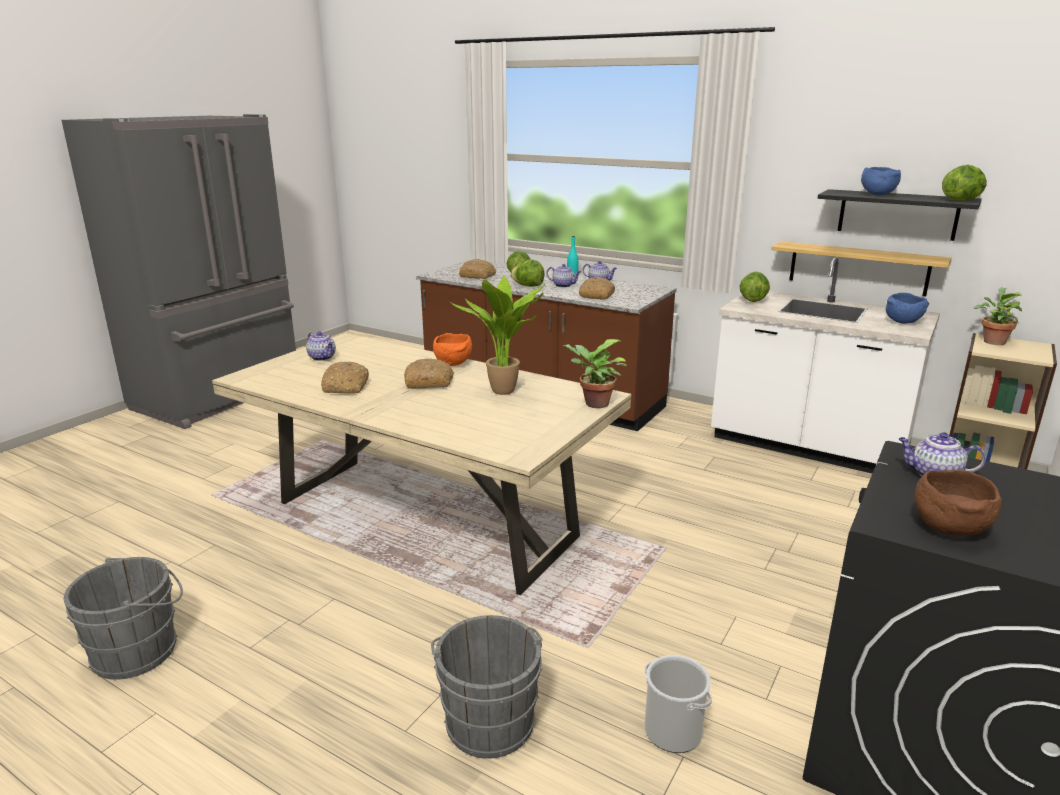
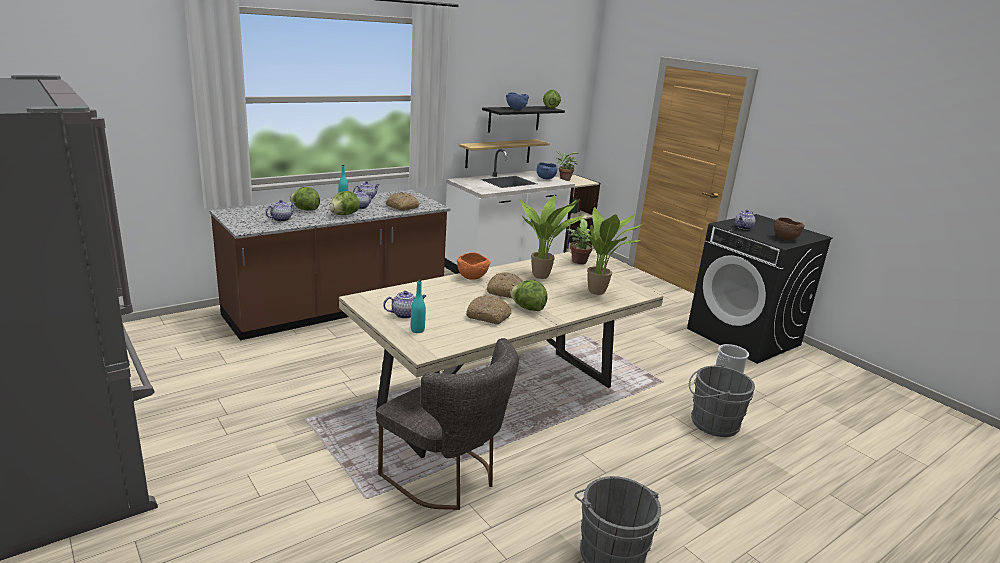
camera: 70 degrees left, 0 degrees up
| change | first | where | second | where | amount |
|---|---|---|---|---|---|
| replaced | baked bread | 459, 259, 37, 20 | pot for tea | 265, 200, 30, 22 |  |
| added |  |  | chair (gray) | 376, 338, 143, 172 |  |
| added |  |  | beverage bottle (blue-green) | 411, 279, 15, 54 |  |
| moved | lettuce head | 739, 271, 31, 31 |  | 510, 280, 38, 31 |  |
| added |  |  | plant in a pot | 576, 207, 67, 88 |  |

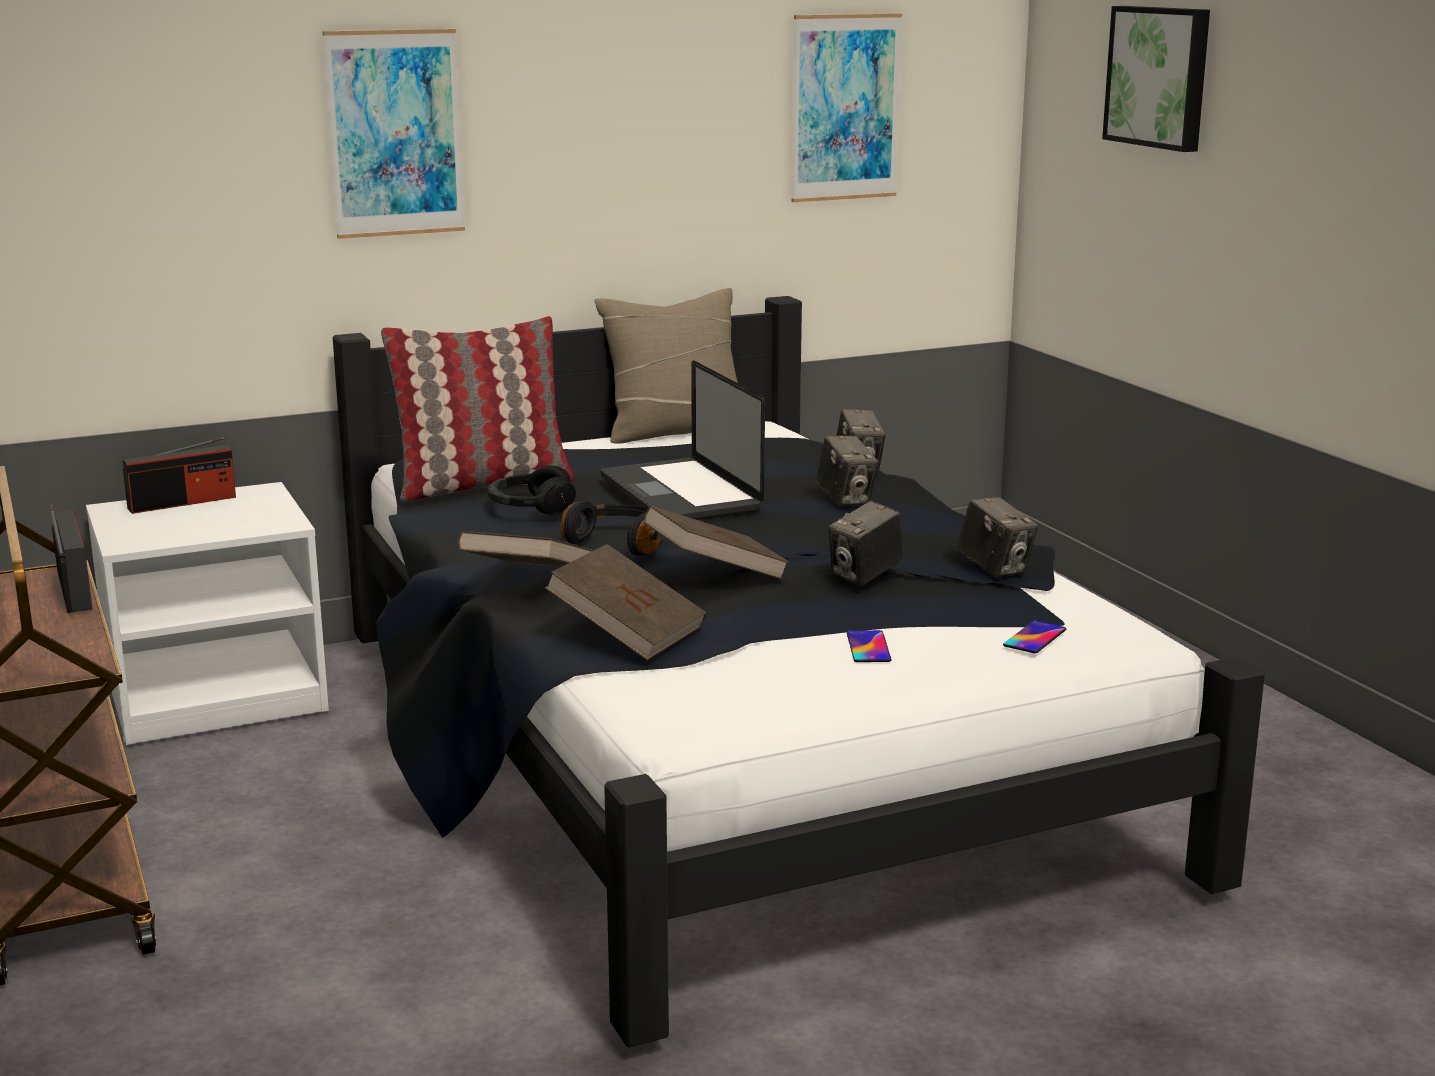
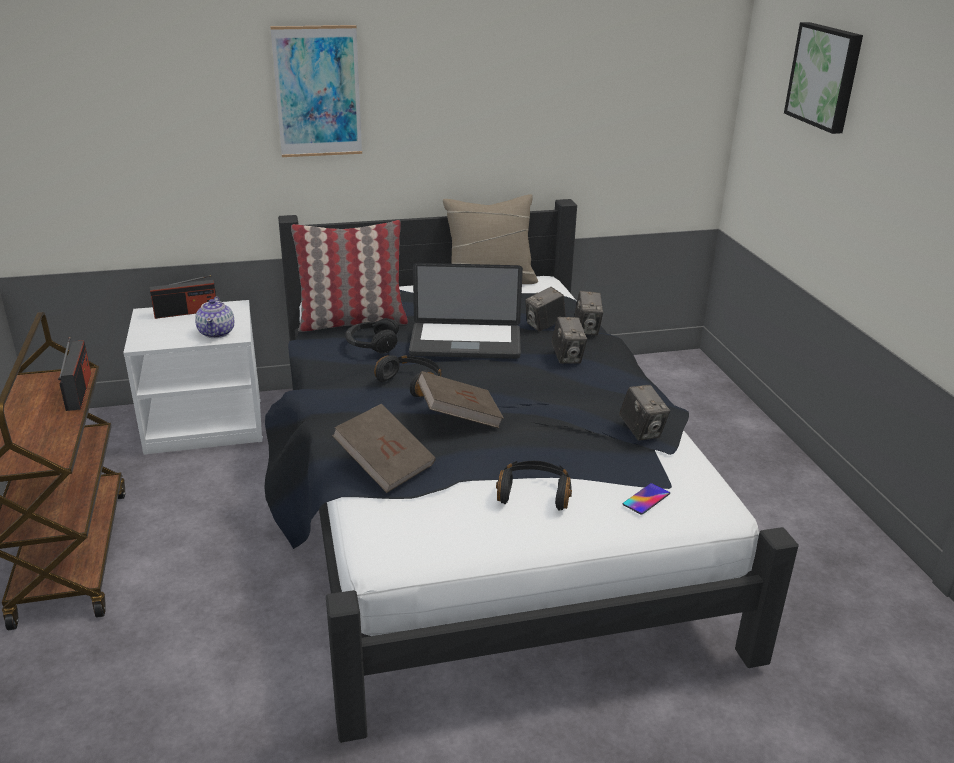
camera: 10 degrees right, 10 degrees up
| change | first | where | second | where | amount |
|---|---|---|---|---|---|
| added |  |  | pot for tea | 195, 297, 39, 41 |  |
| turned | notebook computer | 601, 360, 164, 160 |  | 409, 263, 114, 96 | 75 degrees counterclockwise |
| replaced | telephone | 847, 630, 45, 32 | headphones (black) | 496, 461, 76, 50 |  |
| moved | still camera | 829, 500, 74, 86 |  | 525, 287, 41, 45 |  |
| removed | volume (brown-coloured) | 457, 531, 137, 35 |  |  |  |
| removed | wall art | 791, 13, 111, 189 |  |  |  |

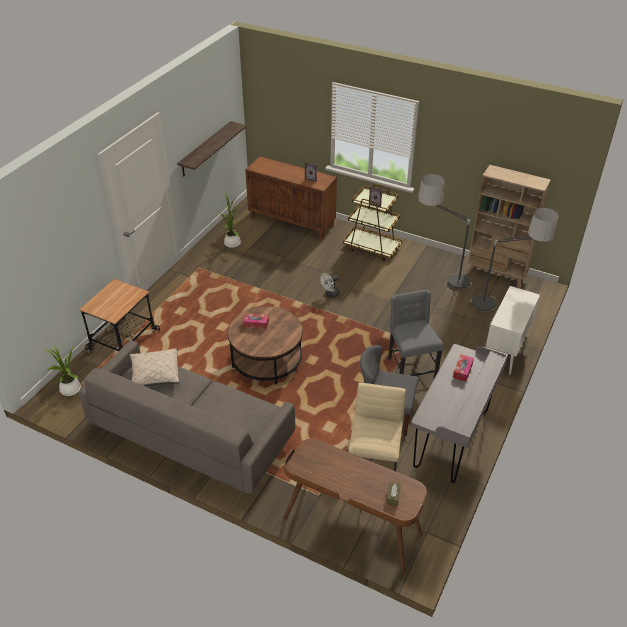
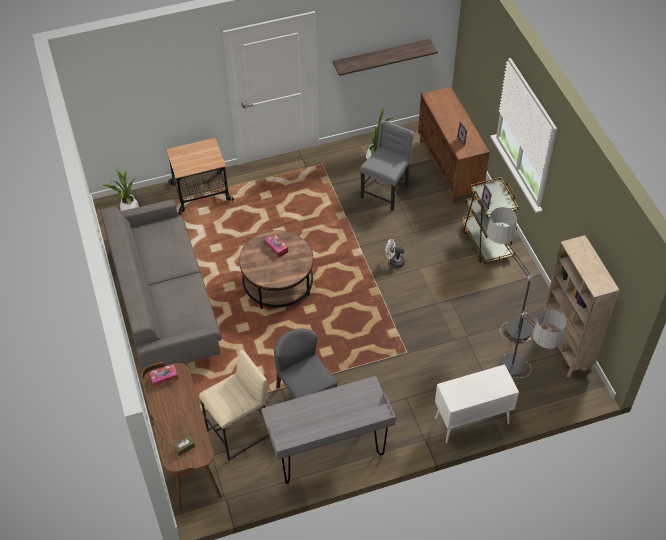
camera: 45 degrees right, 10 degrees up
| change | first | where | second | where | amount |
|---|---|---|---|---|---|
| moved | box of tissues | 453, 355, 21, 27 |  | 149, 364, 29, 24 |  |
| moved | chair (gray) | 388, 290, 55, 88 |  | 360, 120, 54, 91 |  |
| removed | cushion (sand-coloured) | 130, 348, 50, 38 |  |  |  |

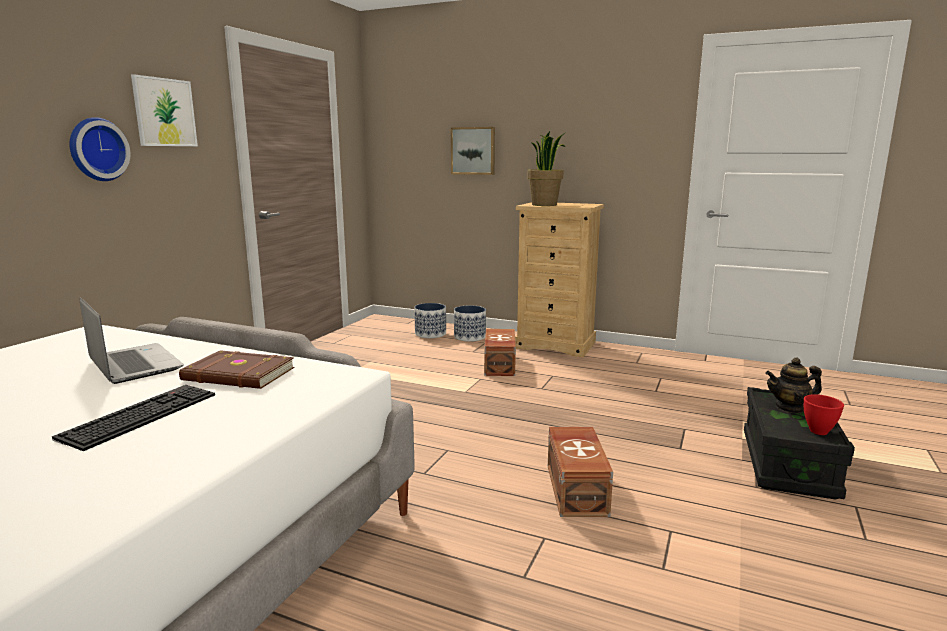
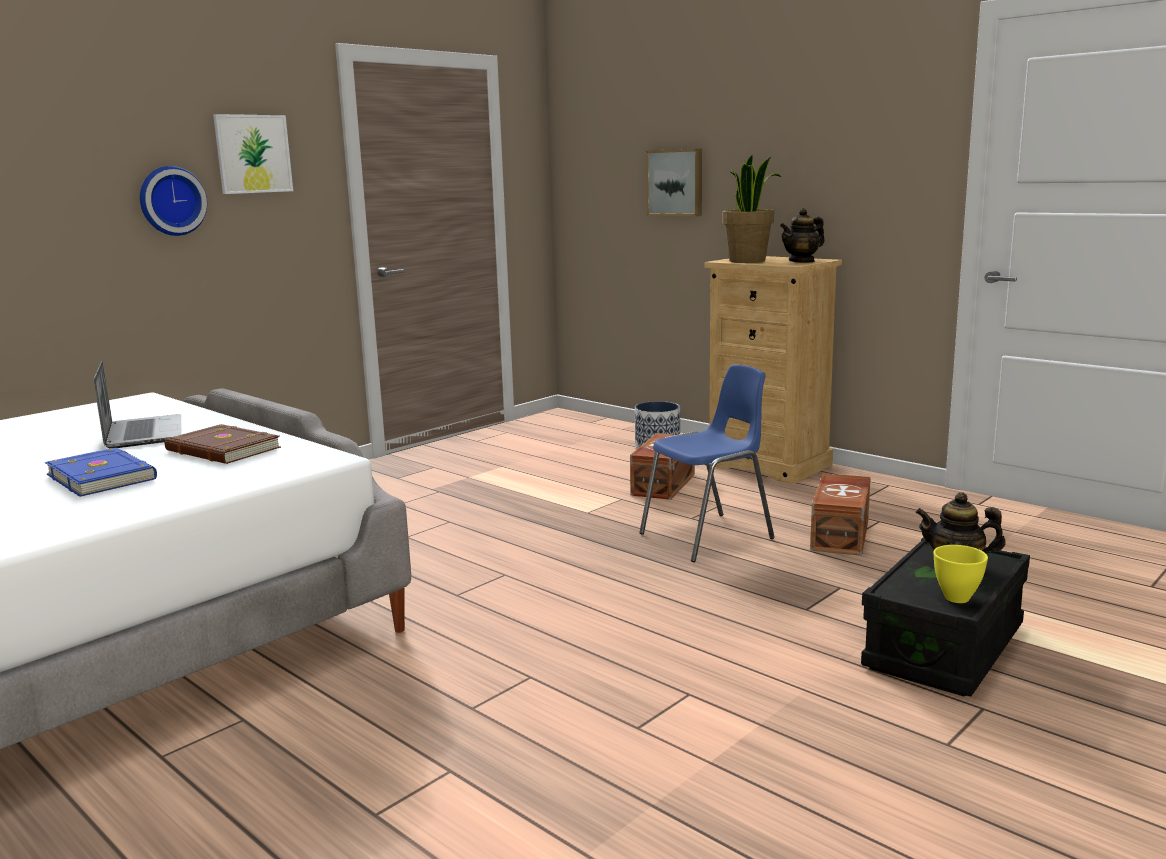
camera: 20 degrees right, 0 degrees up
| change | first | where | second | where | amount |
|---|---|---|---|---|---|
| replaced | PC keyboard | 52, 385, 163, 66 | volume (bluish) | 45, 448, 112, 49 |  |
| added |  |  | chair (bluish) | 639, 364, 136, 198 |  |
| added |  |  | pot for tea | 780, 208, 45, 55 |  |
| moved | storage bin (brown-coloured) | 548, 427, 65, 90 |  | 810, 473, 61, 83 |  |
| recoloured | bowl (red) | 804, 394, 40, 41 | bowl (yellow) | 933, 545, 55, 58 |  |
| removed | flower pot | 414, 303, 32, 35 |  |  |  |

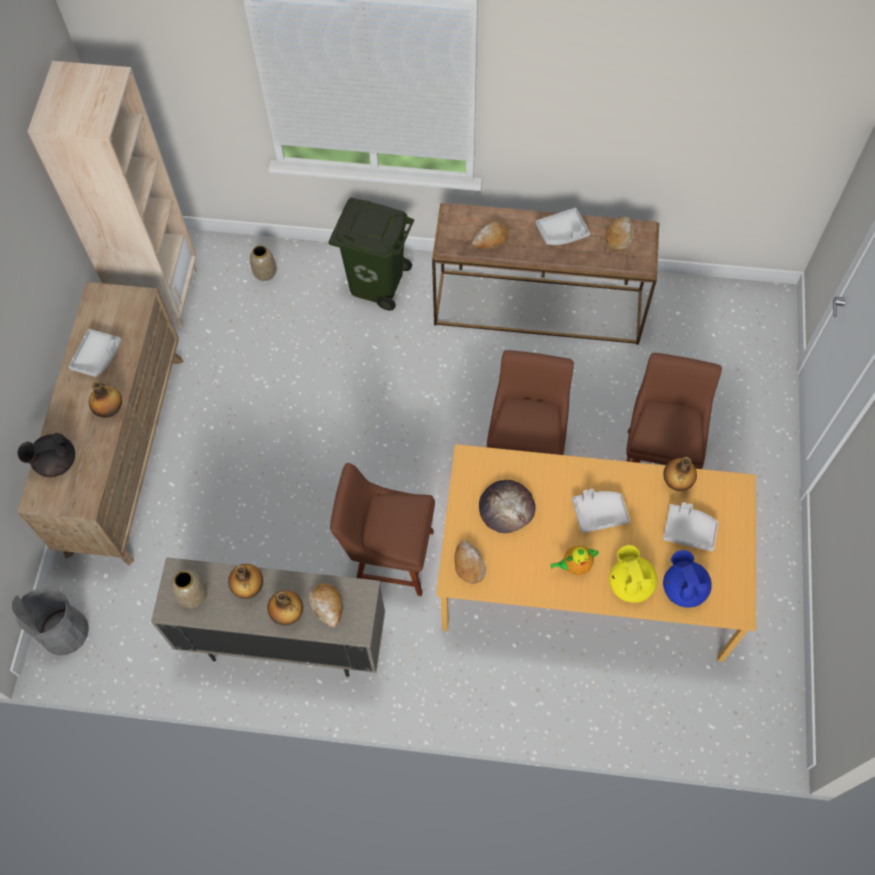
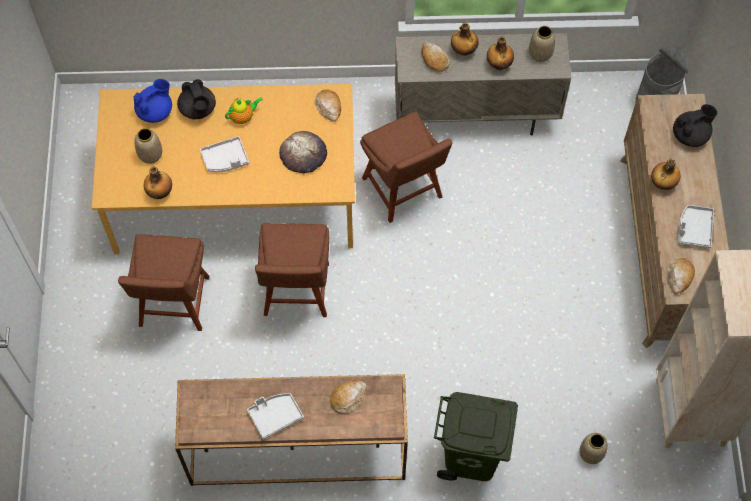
camera: 170 degrees right, 0 degrees up
| change | first | where | second | where | amount |
|---|---|---|---|---|---|
| turned | pot for tea (bluish) | 663, 550, 49, 57 |  | 134, 79, 38, 44 | 105 degrees counterclockwise |
| replaced | carrying tray (gray) | 663, 502, 55, 49 | flower vase | 134, 128, 28, 36 |  |
| recoloured | pot for tea (yellow) | 609, 545, 48, 58 | pot for tea (black) | 177, 79, 39, 40 |  |
| turned | chair (brown-coloured) | 330, 463, 105, 133 |  | 360, 111, 92, 112 | 60 degrees clockwise |
| moved | baked bread | 605, 217, 29, 34 |  | 667, 258, 28, 36 |  |

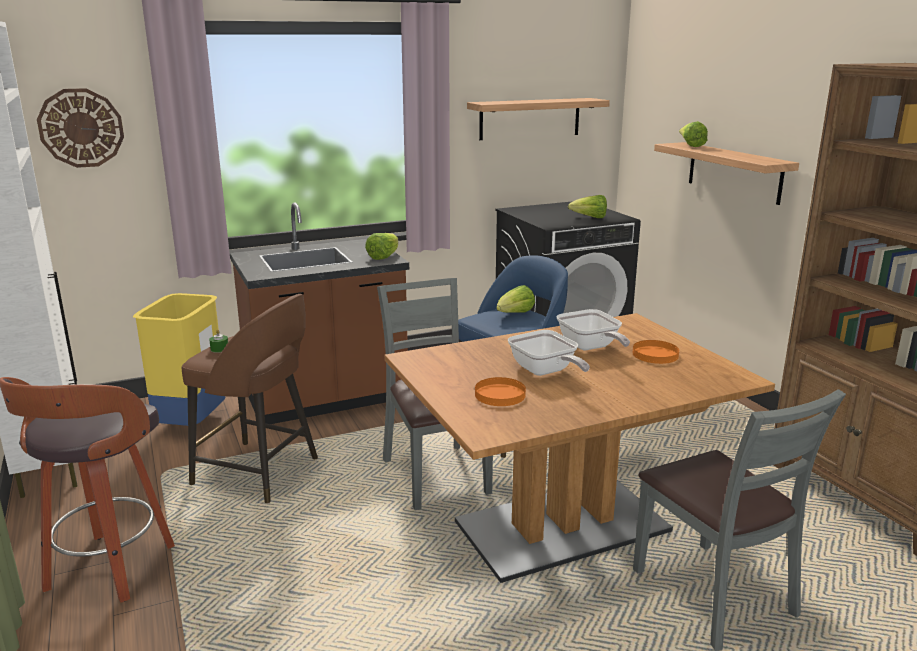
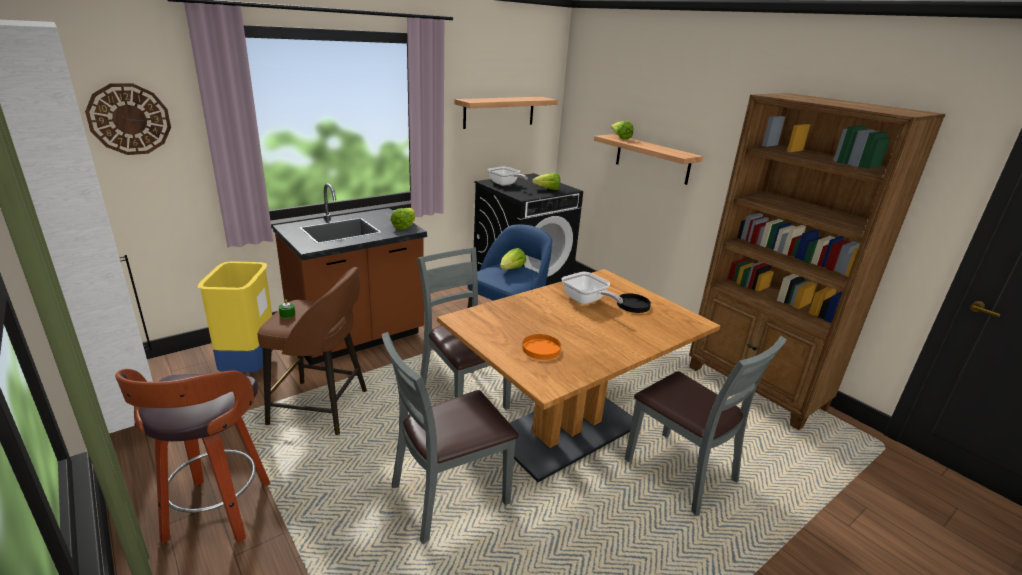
camera: 15 degrees left, 5 degrees up
| change | first | where | second | where | amount |
|---|---|---|---|---|---|
| added |  |  | chair (gray) | 382, 332, 137, 212 |  |
| moved | pan | 508, 330, 82, 46 |  | 488, 166, 40, 20 |  |
| recoloured | dinner plate (orange) | 633, 340, 46, 24 | dinner plate (black) | 617, 293, 34, 20 |  |

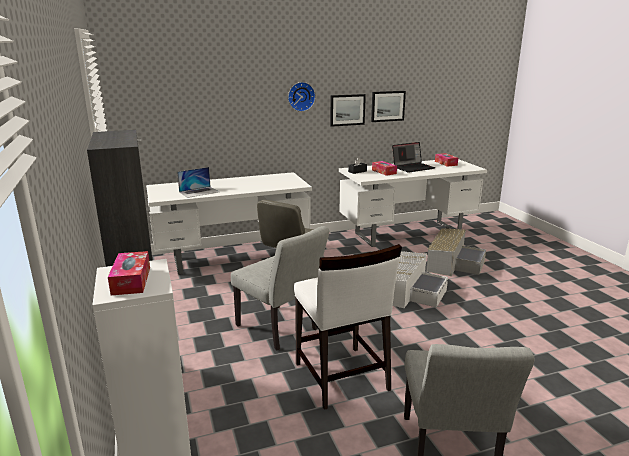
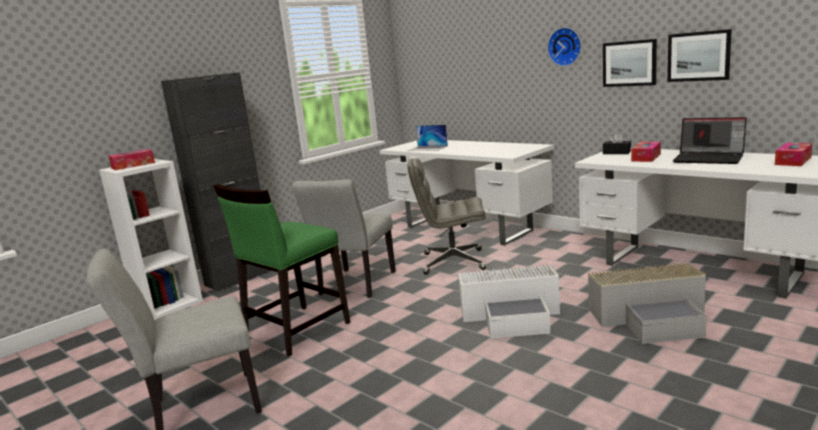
camera: 65 degrees right, 5 degrees down
| change | first | where | second | where | amount |
|---|---|---|---|---|---|
| recoloured | chair (white) | 294, 244, 108, 166 | chair (green) | 214, 184, 136, 173 |  |

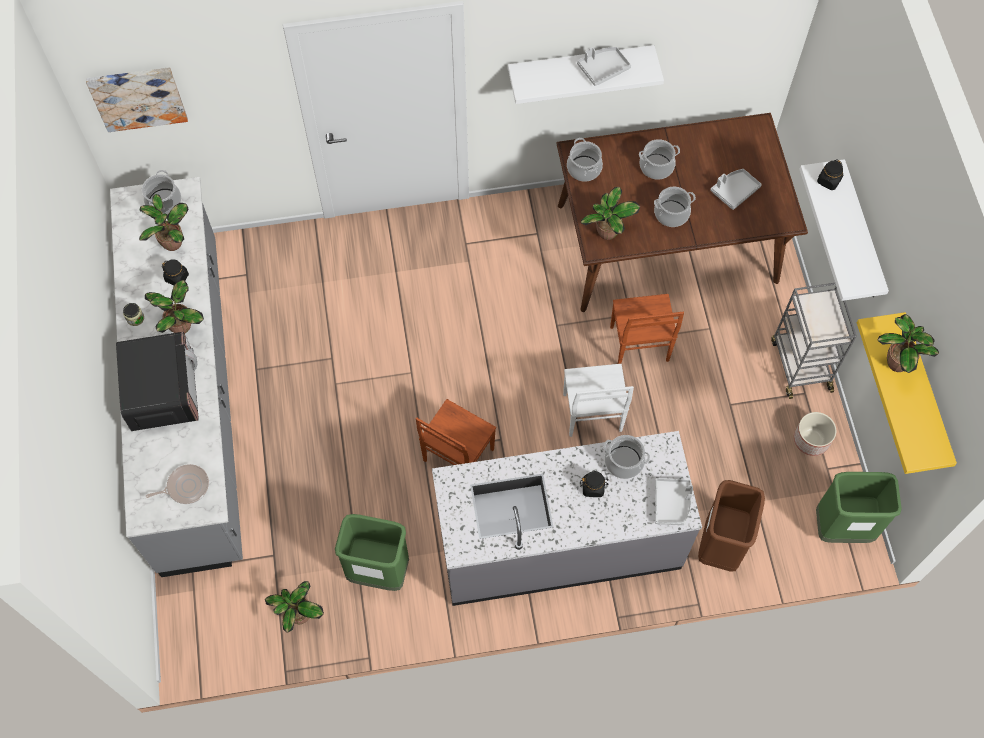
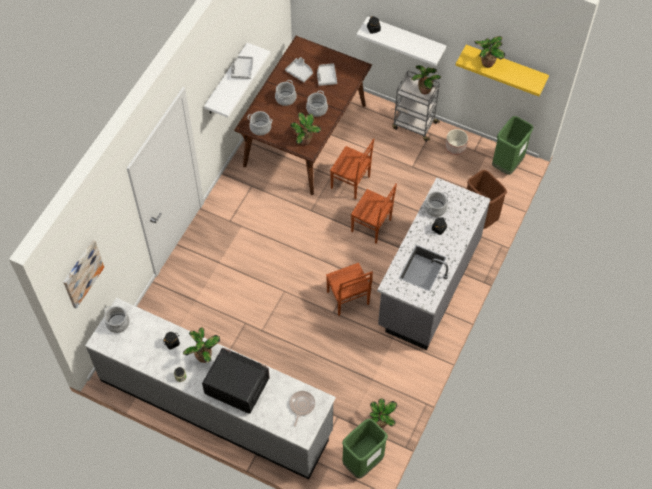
camera: 55 degrees left, 5 degrees down
| change | first | where | second | where | amount |
|---|---|---|---|---|---|
| moved | carrying tray (gray) | 655, 478, 38, 47 |  | 285, 57, 28, 25 |  |
| moved | waste bin (green) | 335, 514, 74, 77 |  | 342, 418, 46, 61 |  |
| recoloured | chair (white) | 563, 364, 71, 73 | chair (brown-coloured) | 351, 183, 46, 61 |  |
| moved | plant in a pot | 139, 194, 50, 57 |  | 411, 65, 30, 29 |  |

